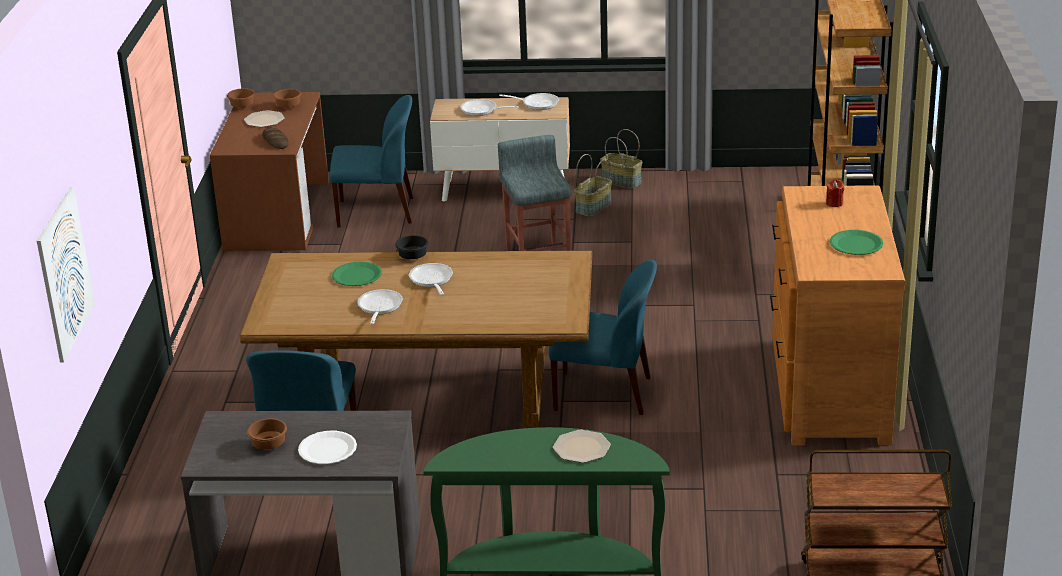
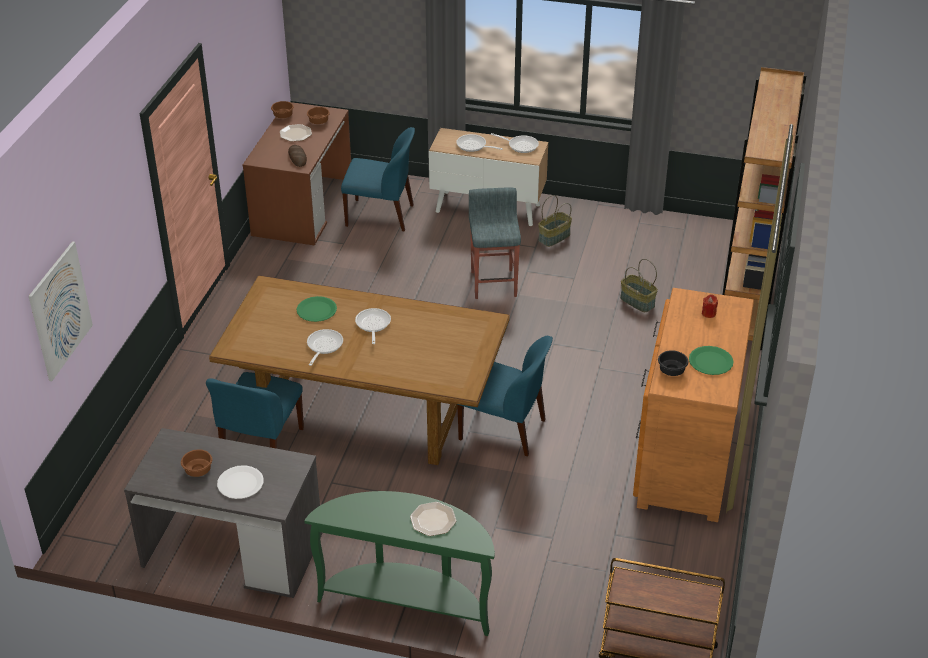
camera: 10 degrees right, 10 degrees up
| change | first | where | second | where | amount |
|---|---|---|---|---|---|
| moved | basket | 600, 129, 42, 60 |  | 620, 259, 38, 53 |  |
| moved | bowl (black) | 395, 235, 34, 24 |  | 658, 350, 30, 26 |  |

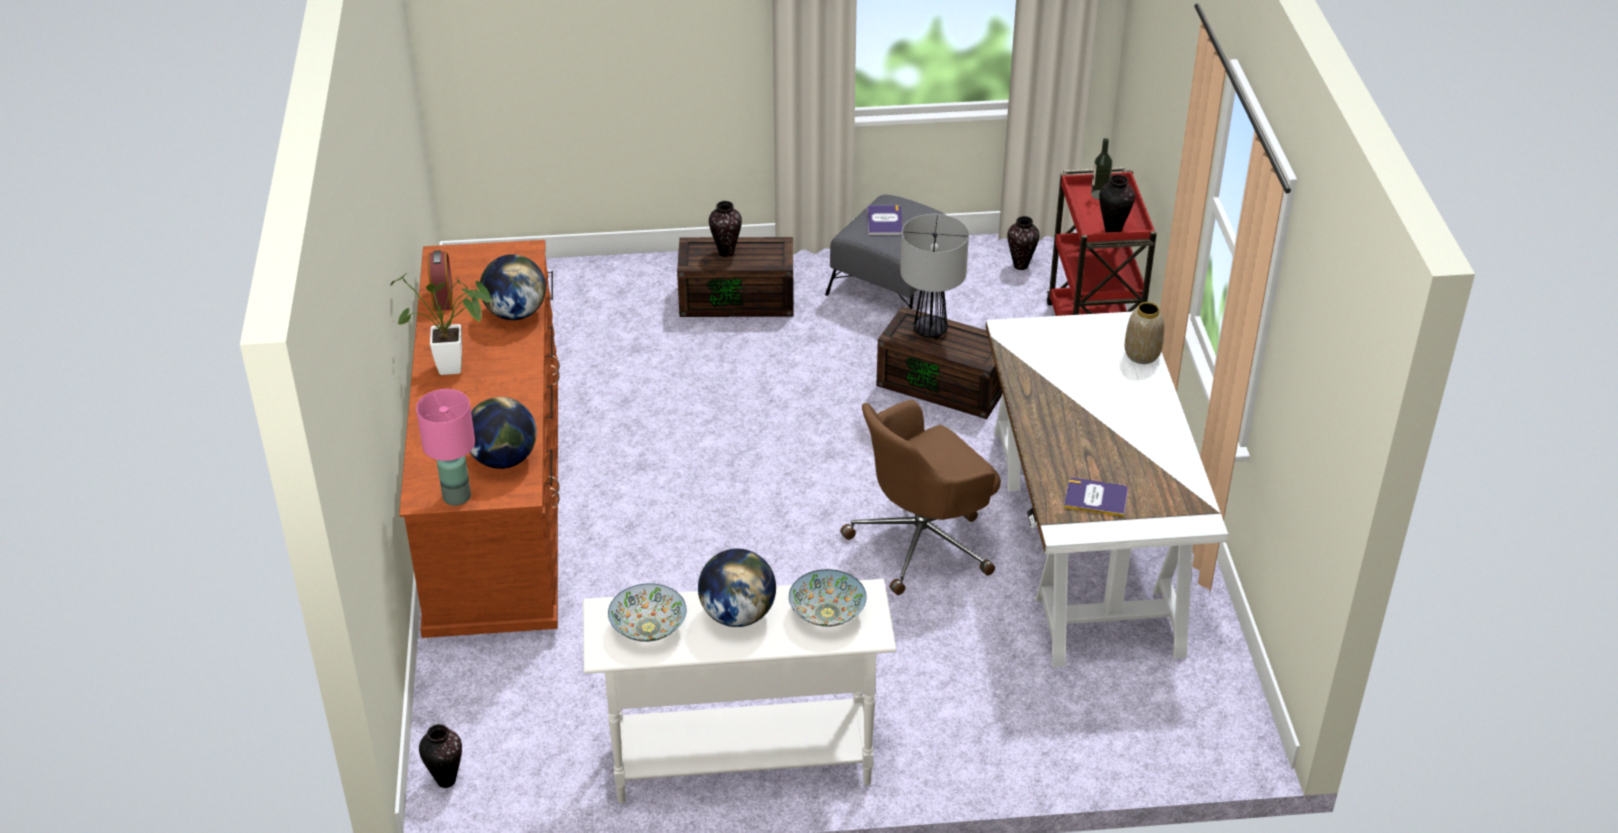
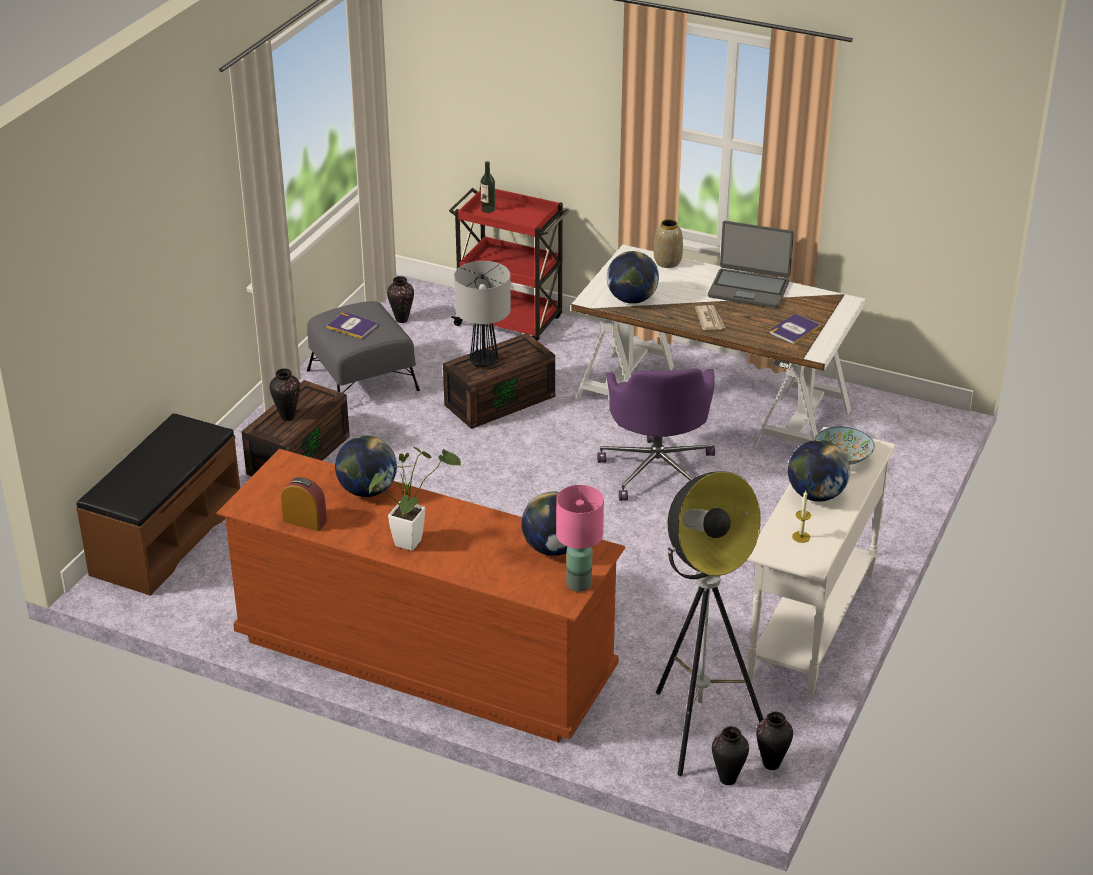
camera: 60 degrees left, 5 degrees down
| change | first | where | second | where | amount |
|---|---|---|---|---|---|
| added |  |  | bench (brown-coloured) | 76, 413, 164, 183 |  |
| recoloured | desk chair (brown-coloured) | 840, 400, 161, 195 | desk chair (purplish) | 597, 368, 118, 133 |  |
| added |  |  | globe | 607, 251, 52, 53 |  |
| added |  |  | standing lamp | 656, 471, 108, 305 |  |
| added |  |  | daily paper | 695, 305, 30, 25 |  |
| added |  |  | notebook computer | 708, 221, 86, 87 |  |
| moved | flower vase | 1099, 175, 36, 57 |  | 756, 712, 37, 58 |  |
| replaced | bowl | 608, 583, 79, 59 | wax candle | 792, 491, 19, 52 |  |

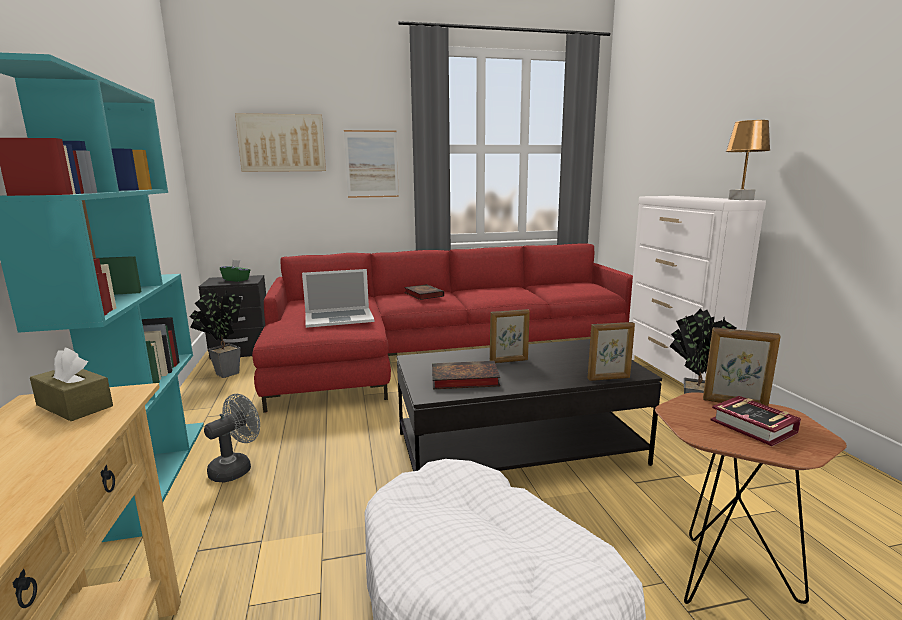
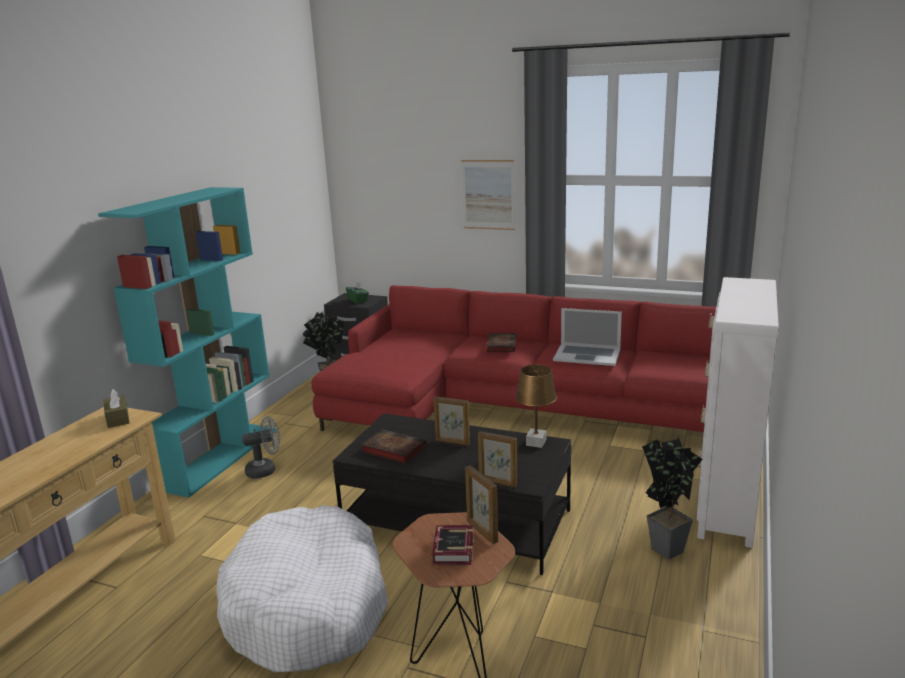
camera: 35 degrees right, 5 degrees up
| change | first | where | second | where | amount |
|---|---|---|---|---|---|
| moved | table lamp (brown-coloured) | 726, 120, 44, 80 |  | 515, 365, 42, 83 |  |
| moved | notebook computer | 302, 269, 72, 59 |  | 553, 308, 69, 58 |  |
| removed | wall art | 235, 113, 91, 59 |  |  |  |

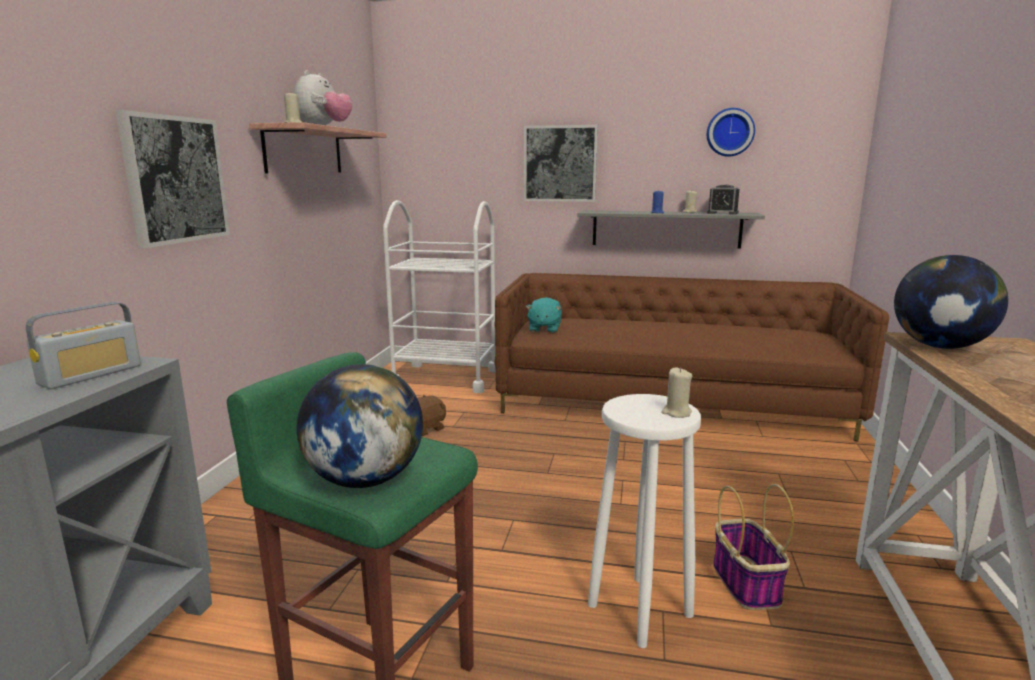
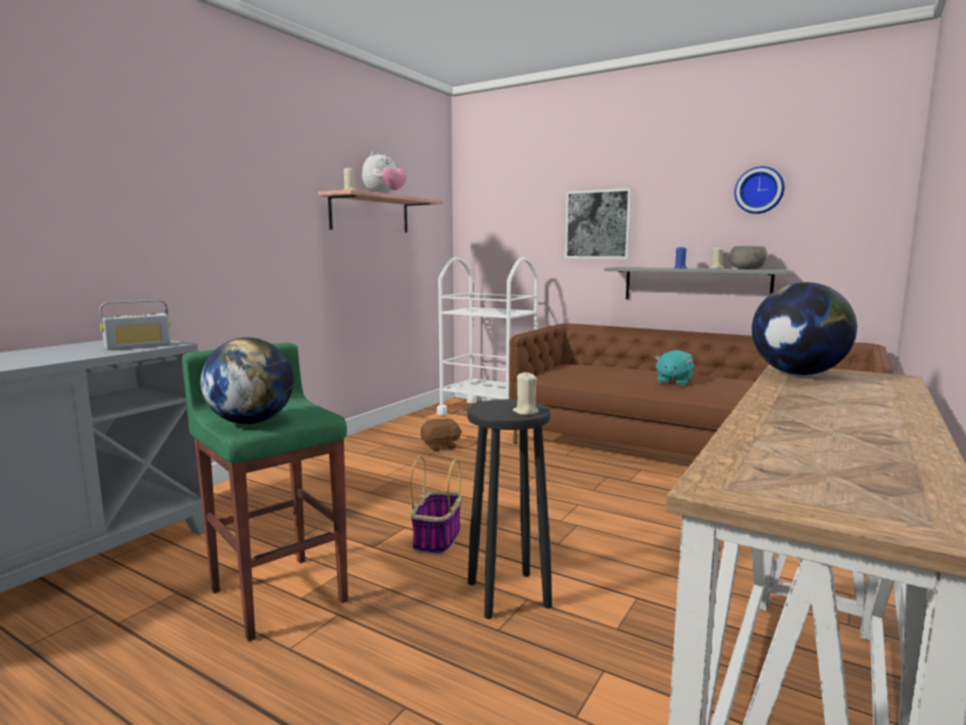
camera: 20 degrees right, 5 degrees down
| change | first | where | second | where | amount |
|---|---|---|---|---|---|
| moved | basket | 713, 484, 81, 126 |  | 410, 456, 51, 99 |  |
| recoloured | stool (white) | 588, 394, 113, 254 | stool (black) | 467, 399, 85, 220 |  |
| moved | cuddly toy (blue-green) | 526, 297, 36, 36 |  | 654, 350, 40, 36 |  |
| replaced | alarm clock | 707, 185, 32, 29 | bowl (gray) | 729, 246, 39, 23 |  |
| removed | wall art | 116, 110, 114, 138 |  |  |  |

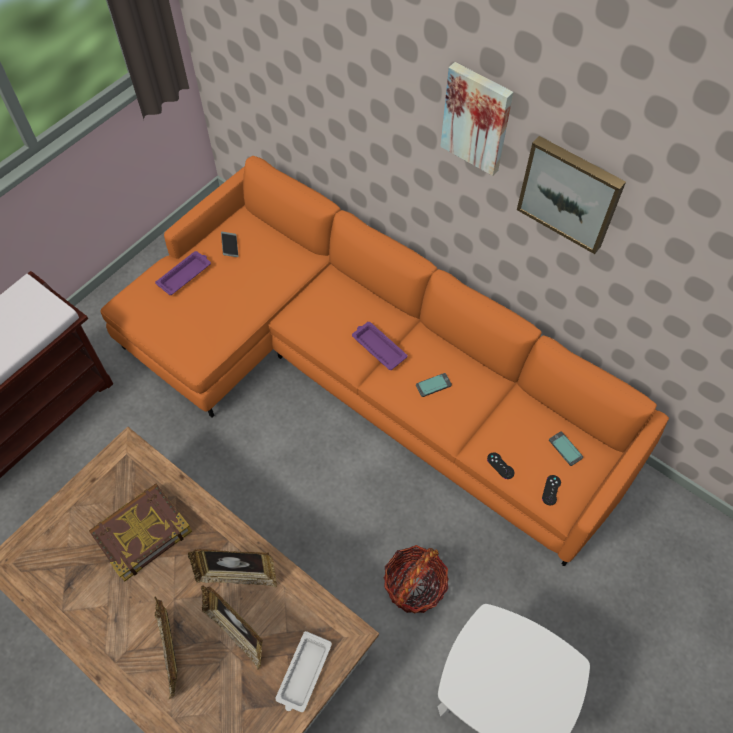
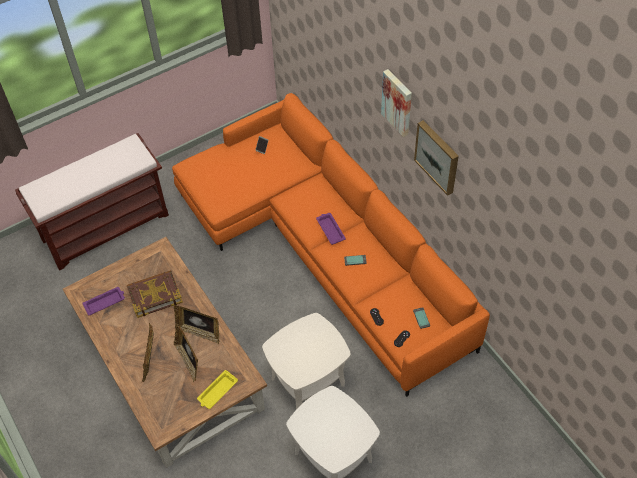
camera: 20 degrees right, 5 degrees down
| change | first | where | second | where | amount |
|---|---|---|---|---|---|
| moved | carrying tray (purplish) | 155, 251, 56, 44 |  | 82, 287, 43, 28 |  |
| recoloured | carrying tray (white) | 275, 631, 57, 81 | carrying tray (yellow) | 197, 370, 41, 39 |  |
| replaced | basket | 384, 545, 65, 68 | side table (white) | 262, 313, 89, 97 |  |

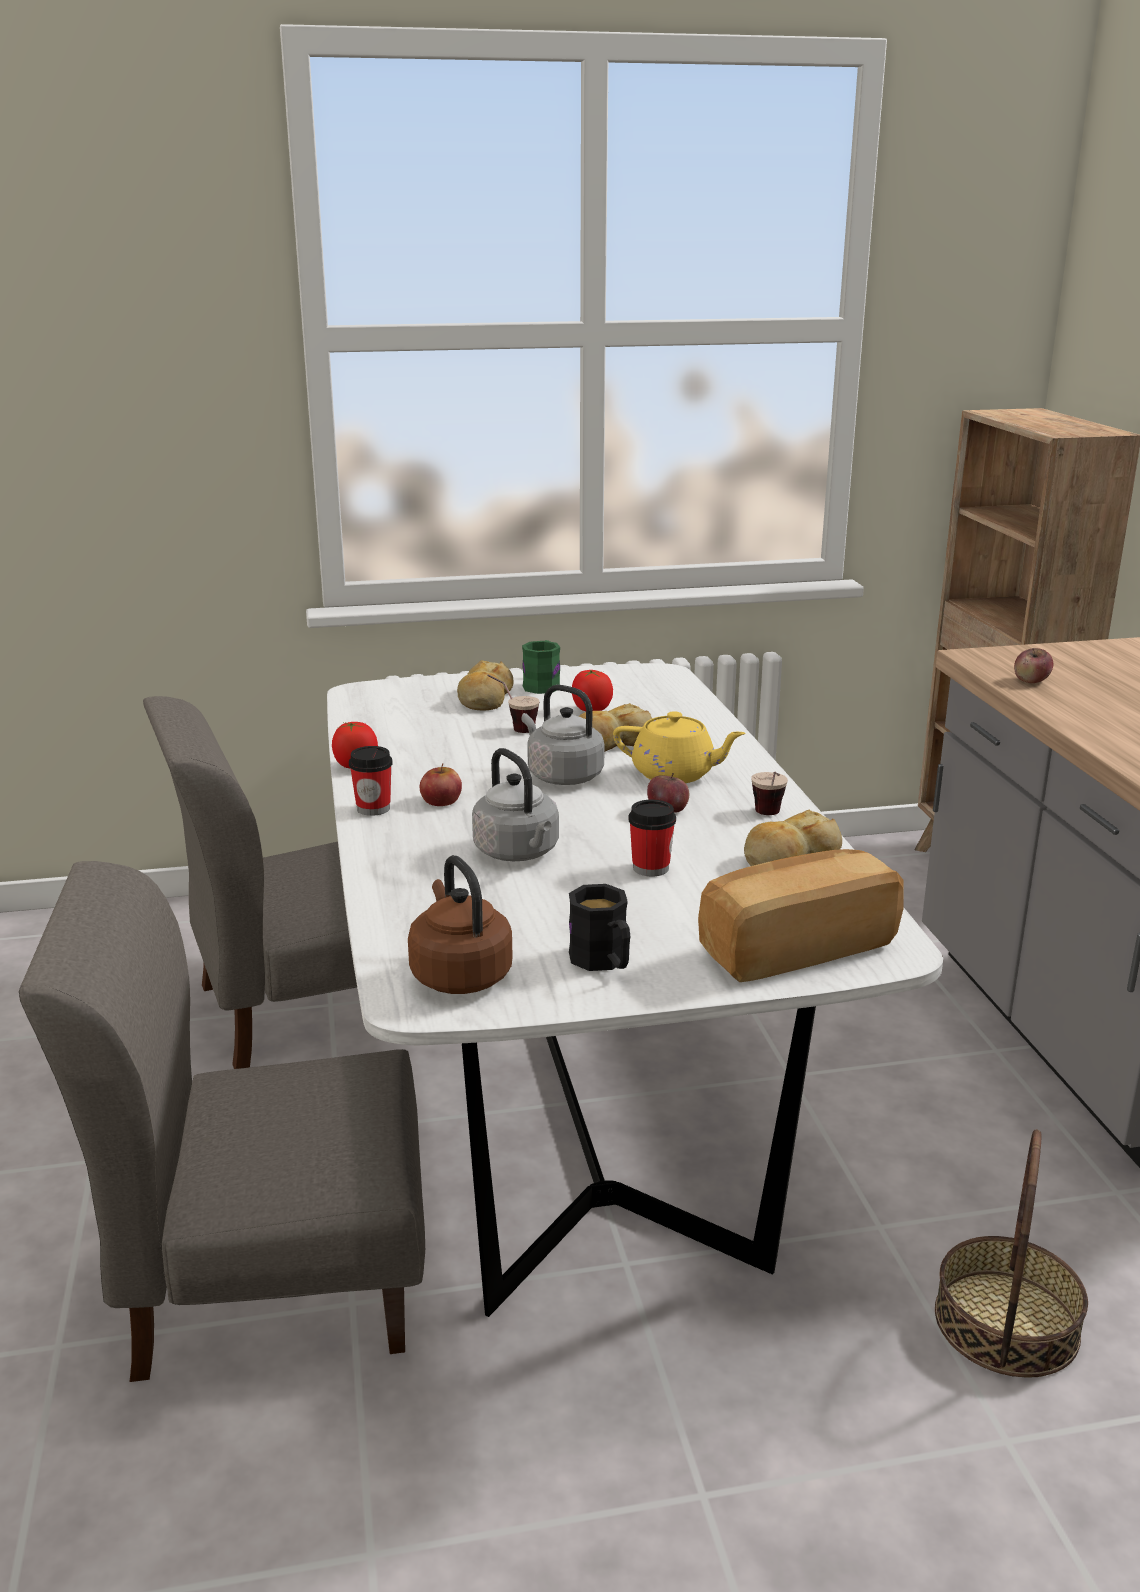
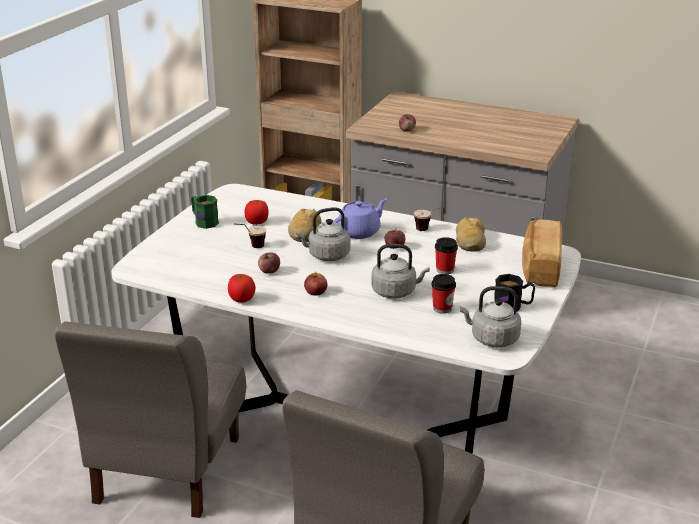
camera: 55 degrees left, 5 degrees up
| change | first | where | second | where | amount |
|---|---|---|---|---|---|
| added |  |  | whole apple | 258, 253, 22, 21 |  |
| recoloured | pot for tea (yellow) | 613, 711, 132, 72 | pot for tea (purplish) | 333, 198, 54, 41 |  |
| moved | drinking cup | 349, 746, 44, 70 |  | 431, 274, 25, 40 |  |
| recoloured | kettle (brown-coloured) | 408, 855, 105, 139 | kettle (gray) | 460, 286, 62, 61 |  |
| removed | baked bread | 457, 660, 57, 51 |  |  |  |
| removed | basket | 935, 1129, 153, 249 |  |  |  |

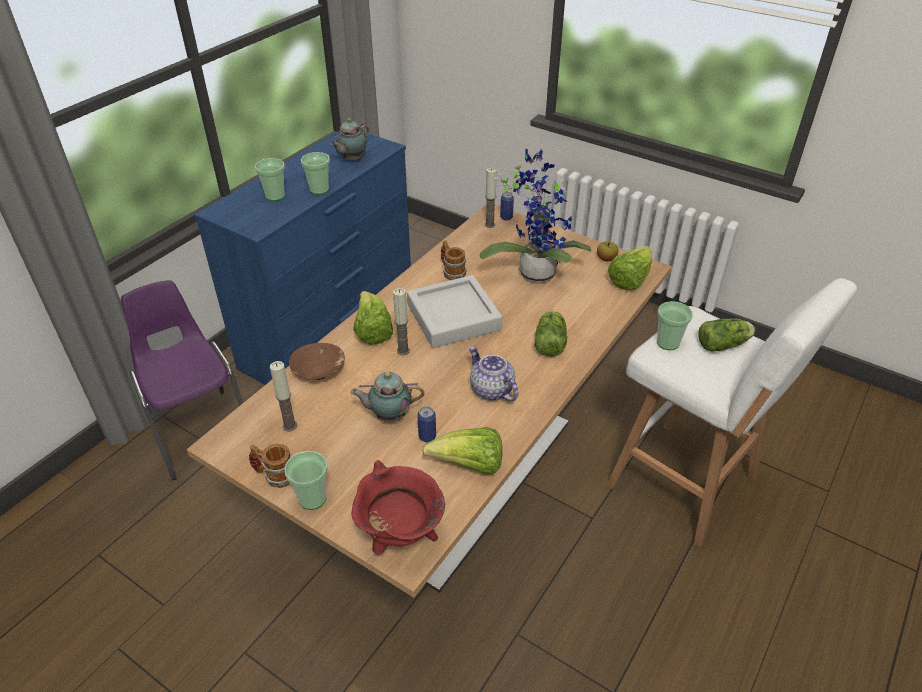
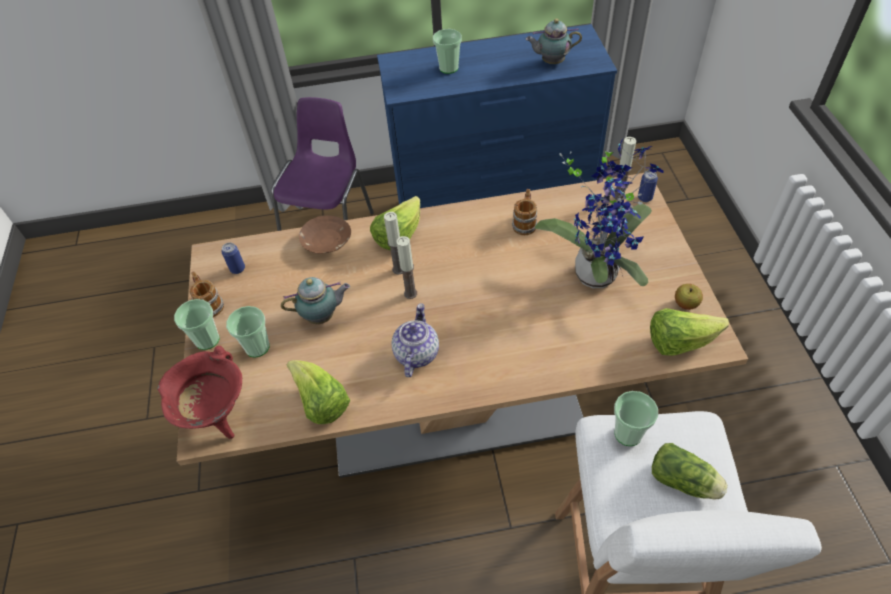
camera: 50 degrees right, 10 degrees up
| change | first | where | second | where | amount |
|---|---|---|---|---|---|
| moved | can | 417, 406, 19, 36 |  | 221, 242, 24, 32 |  |
| moved | drinking cup | 301, 152, 29, 43 |  | 226, 306, 44, 51 |  |
| turned | pot for tea | 351, 372, 73, 51 |  | 281, 277, 69, 47 | 120 degrees clockwise |
| moved | wax candle | 270, 361, 27, 70 |  | 396, 236, 21, 63 |  |
| removed | carrying tray (gray) | 407, 275, 95, 73 |  |  |  |
| removed | lettuce head | 534, 310, 33, 47 |  |  |  |

